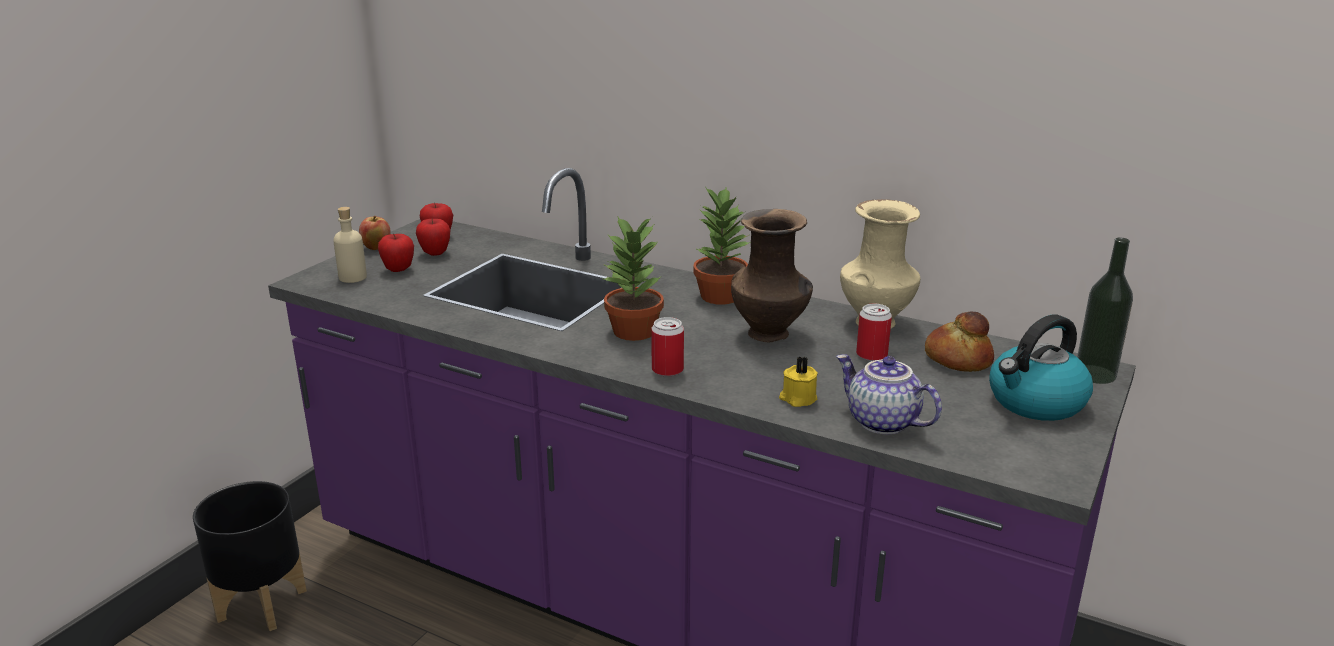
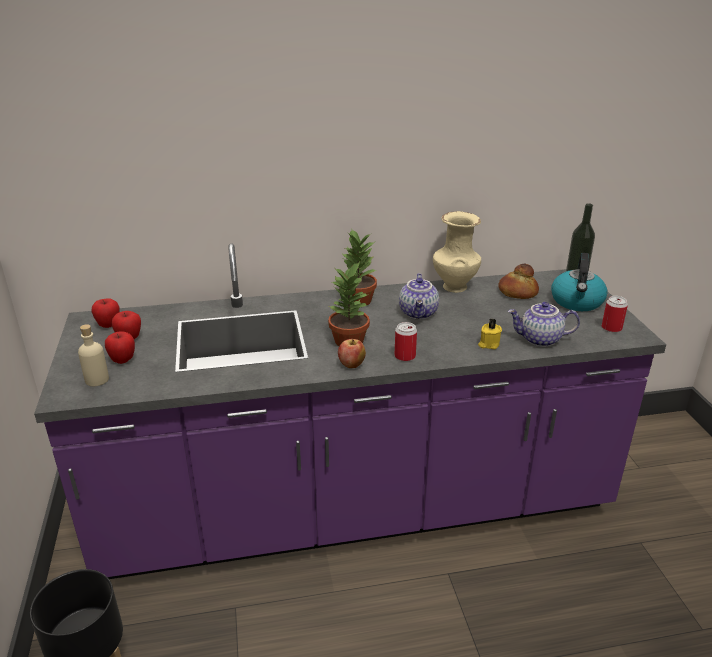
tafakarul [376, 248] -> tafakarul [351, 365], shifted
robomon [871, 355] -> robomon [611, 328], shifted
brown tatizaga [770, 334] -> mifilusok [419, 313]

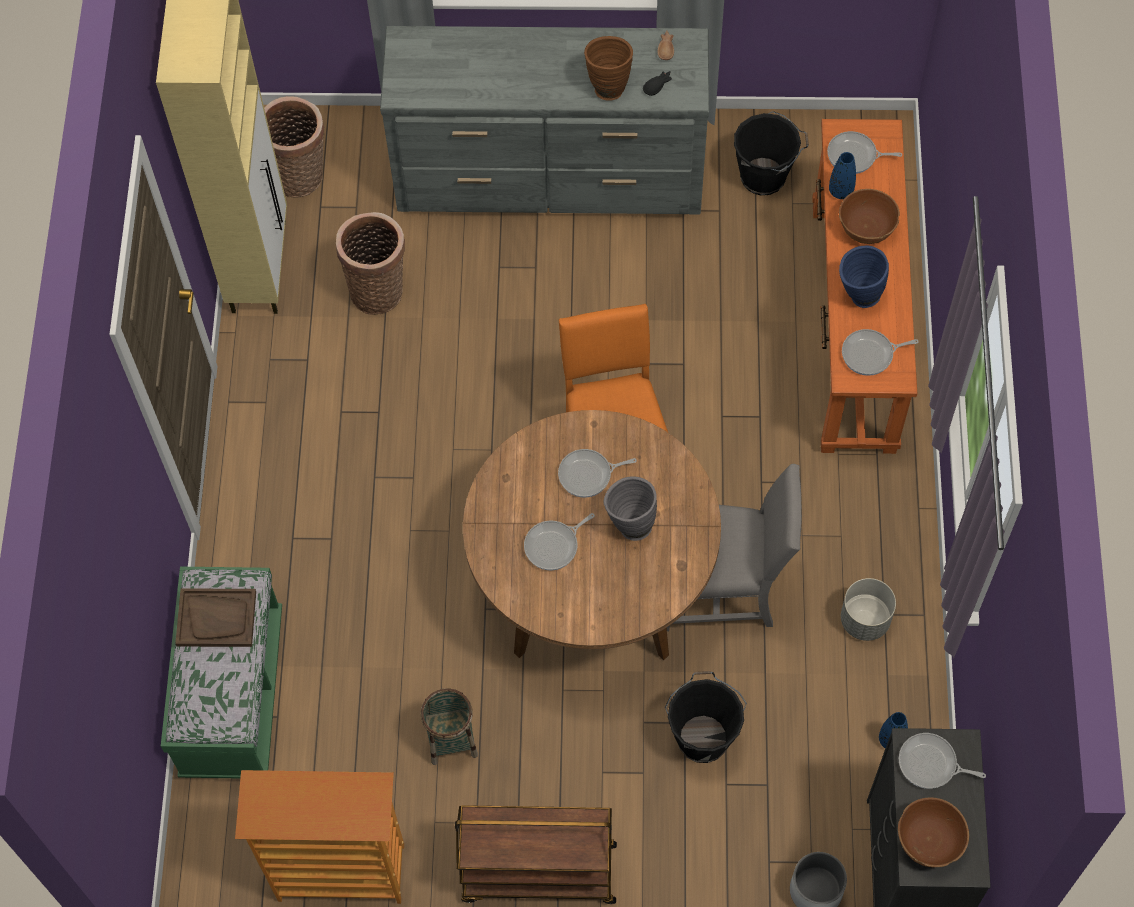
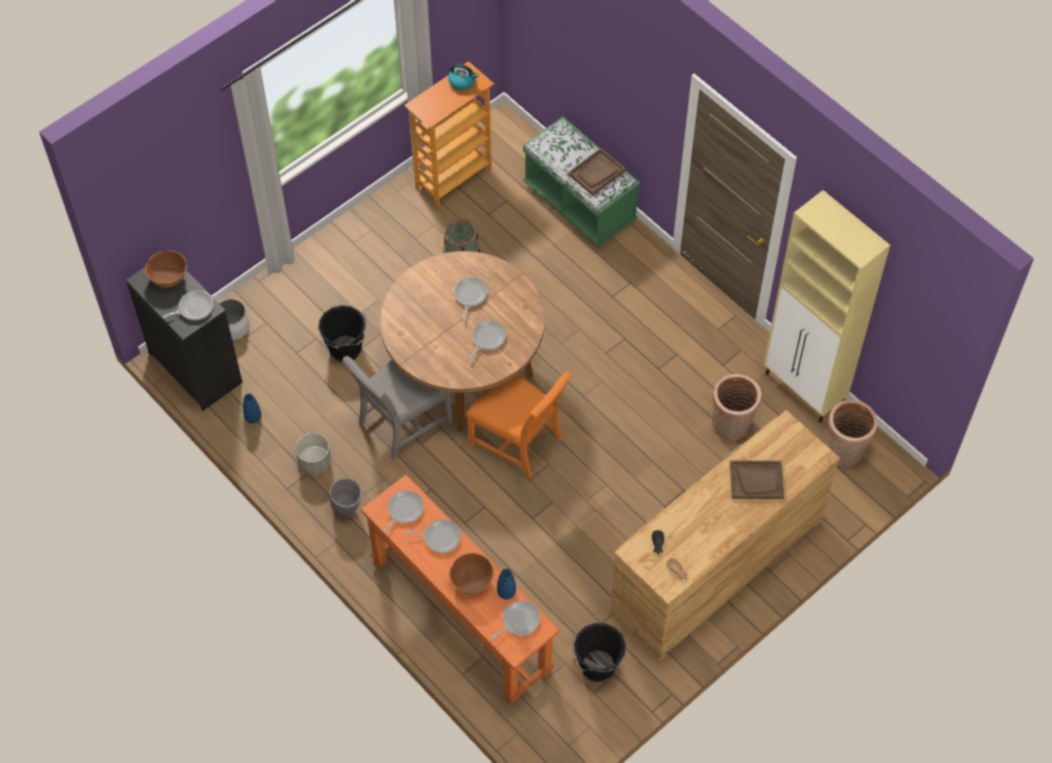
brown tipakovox [537, 873] -> none
brown tatizaga [607, 85] -> none
none -> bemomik [462, 82]
none -> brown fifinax [756, 480]
grey tatizaga [629, 524] -> grey tatizaga [348, 509], shifted
blue tatizaga [858, 296] -> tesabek [440, 537]
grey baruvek [550, 175] -> brown baruvek [715, 565]

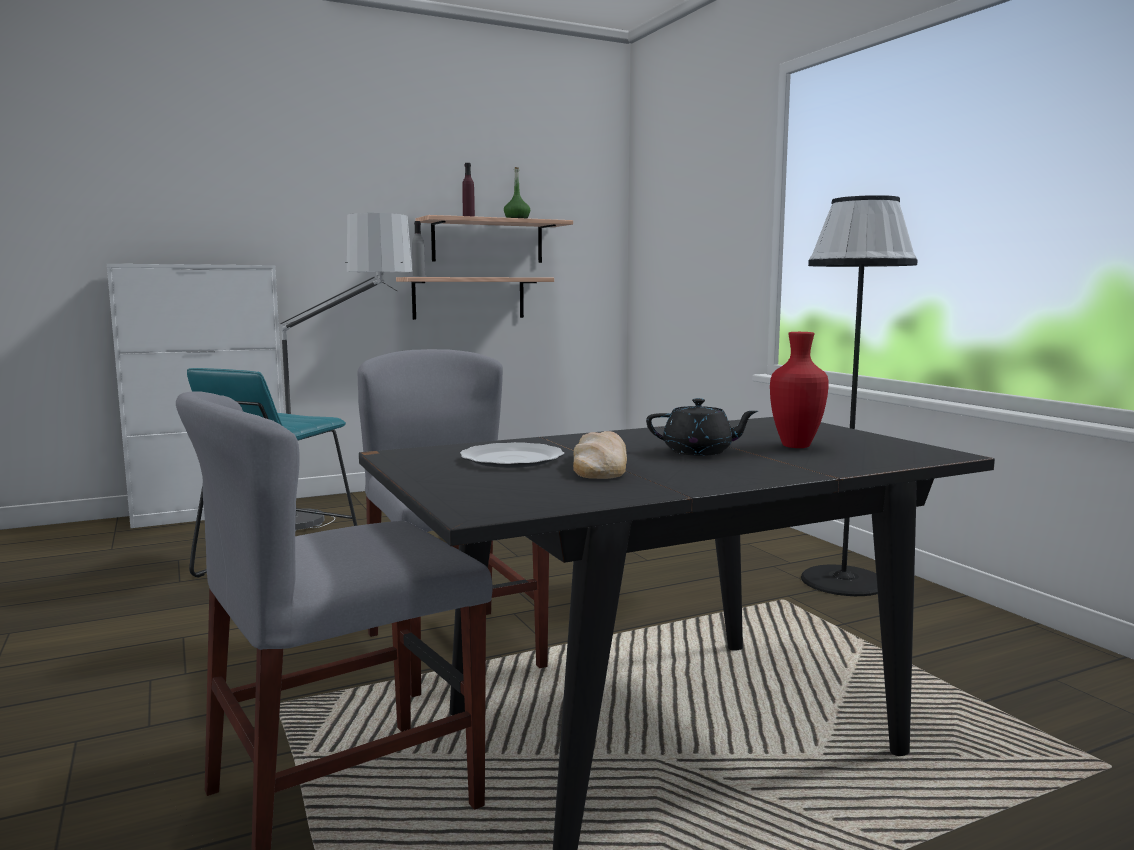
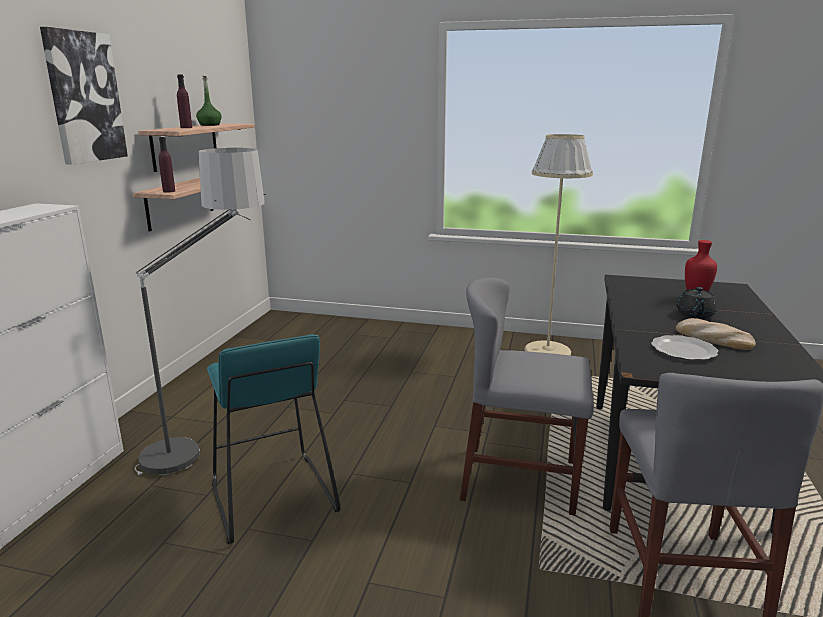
none -> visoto [84, 97]
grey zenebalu [418, 276] -> purple zenebalu [169, 191]
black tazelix [844, 581] -> beige tazelix [547, 350]
black mifilusok [699, 452] -> black mifilusok [695, 315], 150 degrees clockwise

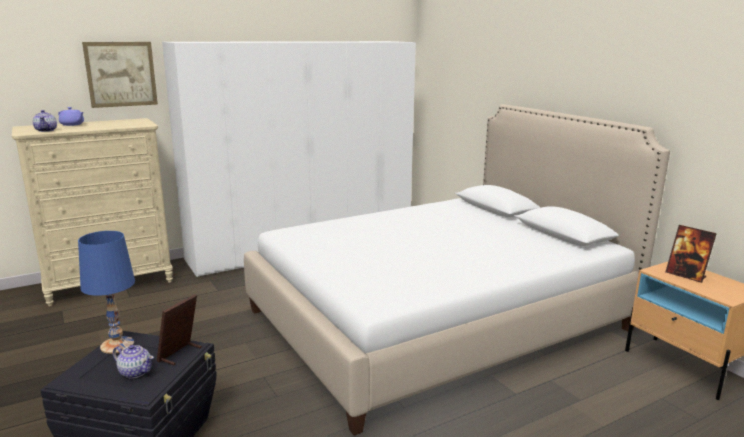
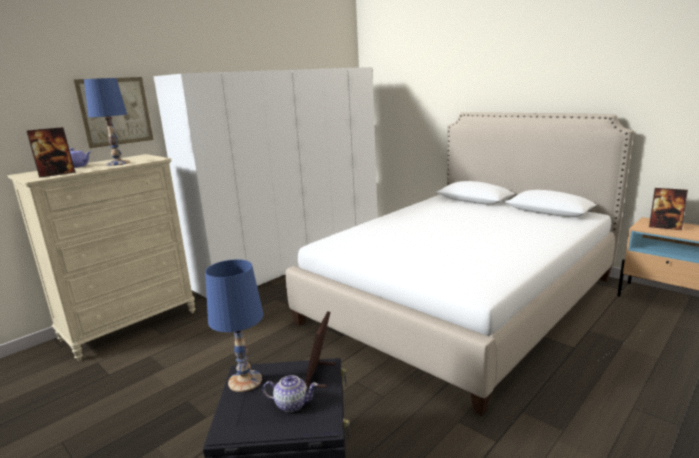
none -> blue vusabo [117, 163]
mifilusok [46, 130] -> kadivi [57, 174]

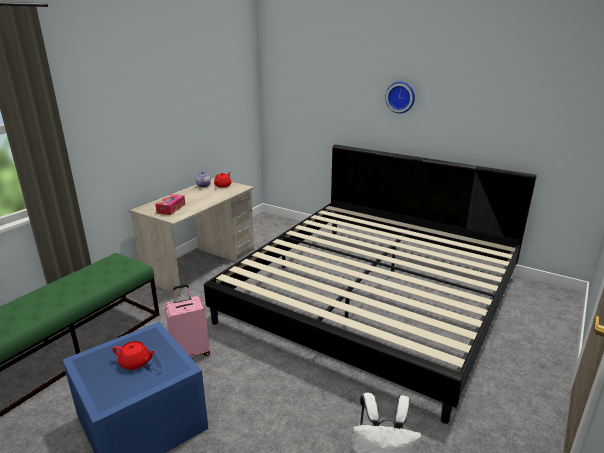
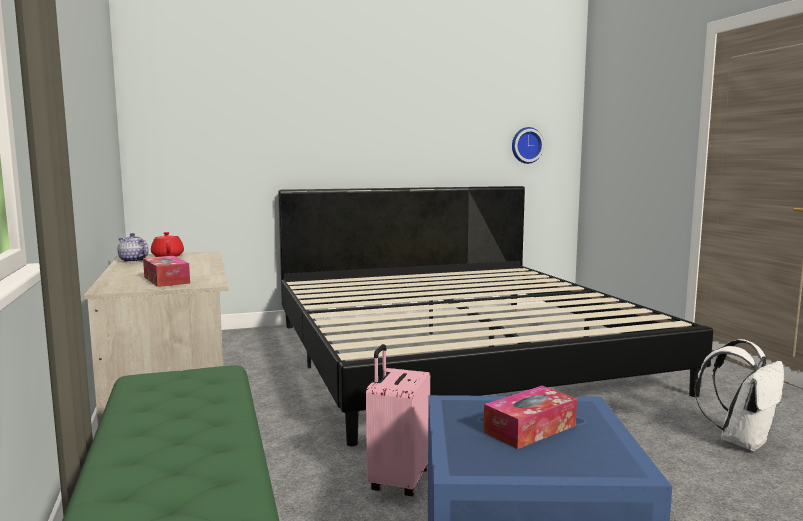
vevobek [401, 97] -> vevobek [526, 145], shifted
red mifilusok [135, 363] -> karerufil [530, 429]

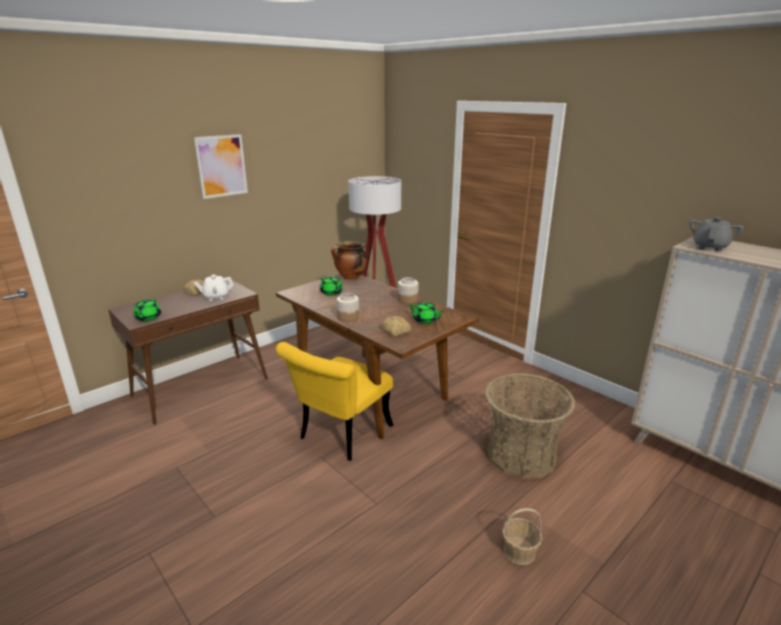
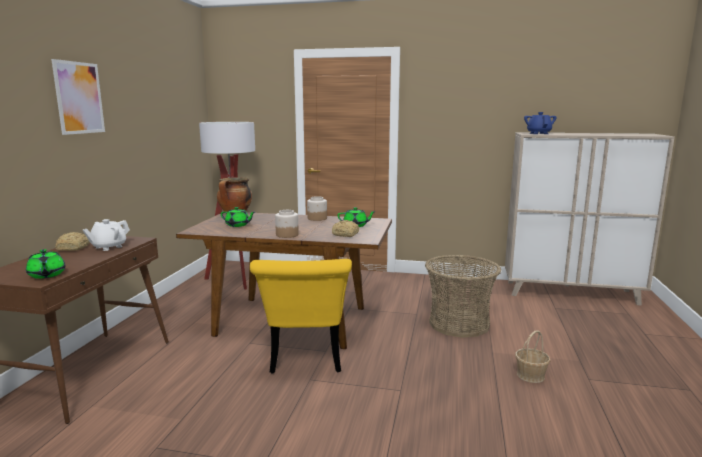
grey mifilusok [710, 247] -> blue mifilusok [538, 133]

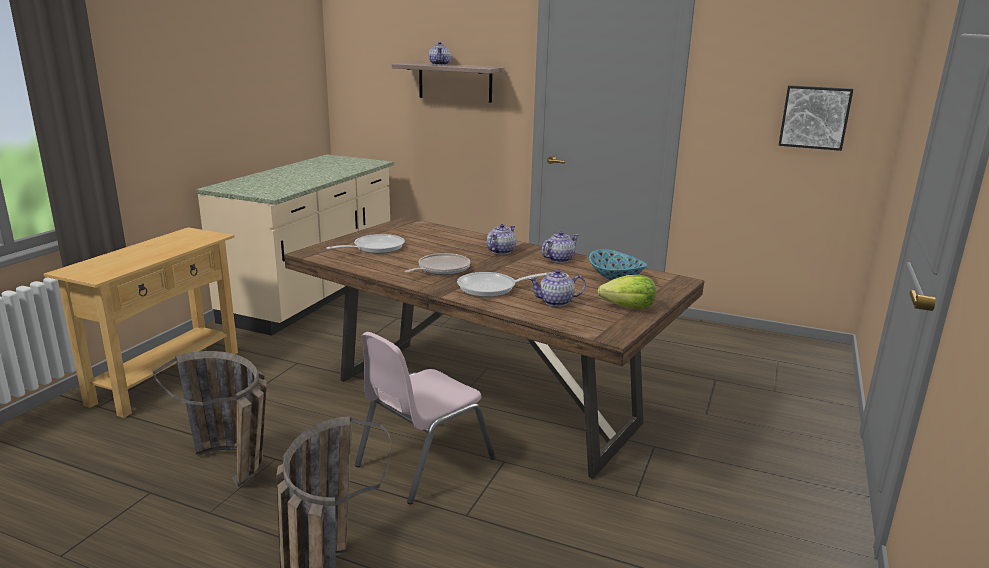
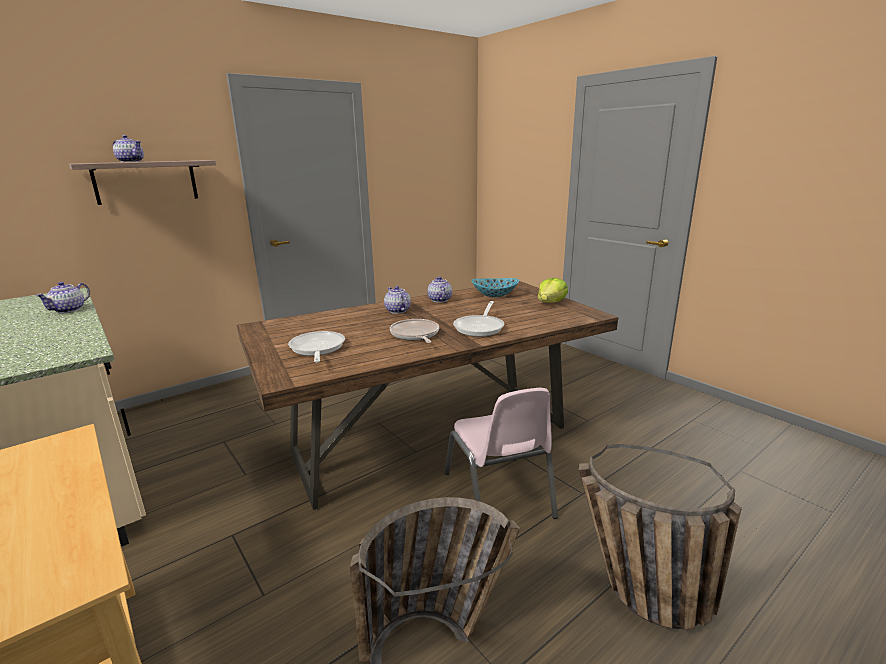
visoto [814, 117] -> none
mifilusok [556, 302] -> mifilusok [69, 310], shifted

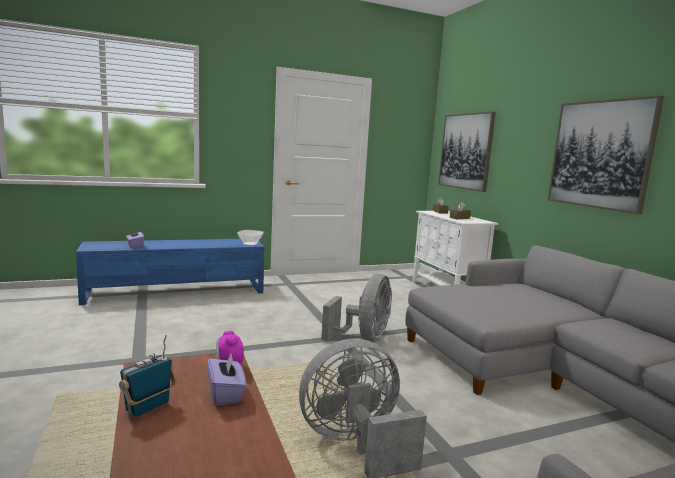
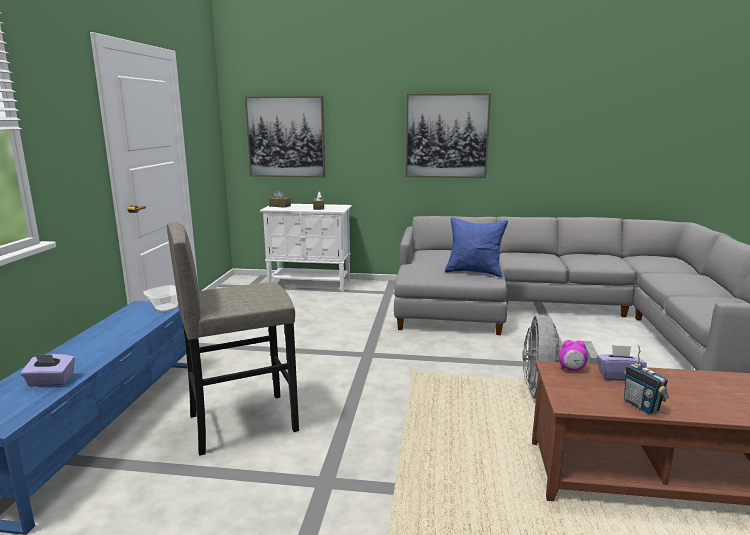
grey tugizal [363, 338] -> none
none -> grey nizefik [242, 422]
none -> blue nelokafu [474, 272]

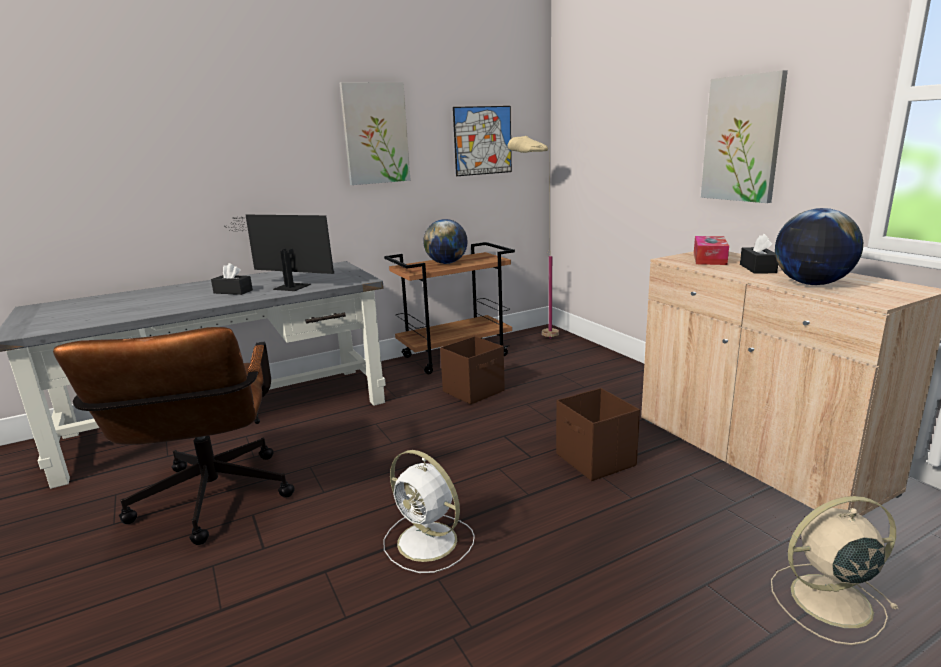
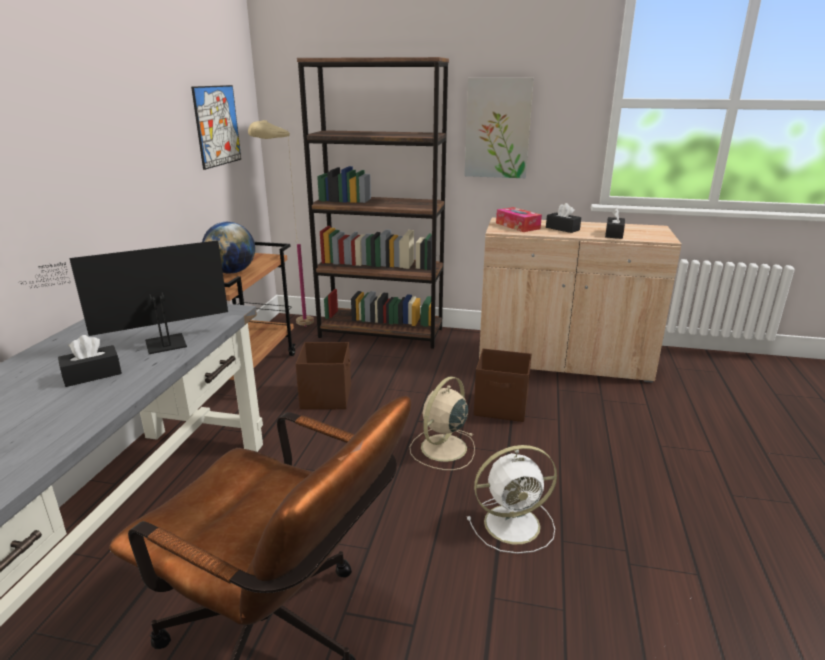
visoto [375, 133] -> none
none -> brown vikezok [381, 333]
beige tugizal [827, 600] -> beige tugizal [442, 449], shifted
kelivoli [811, 284] -> black karerufil [614, 234]

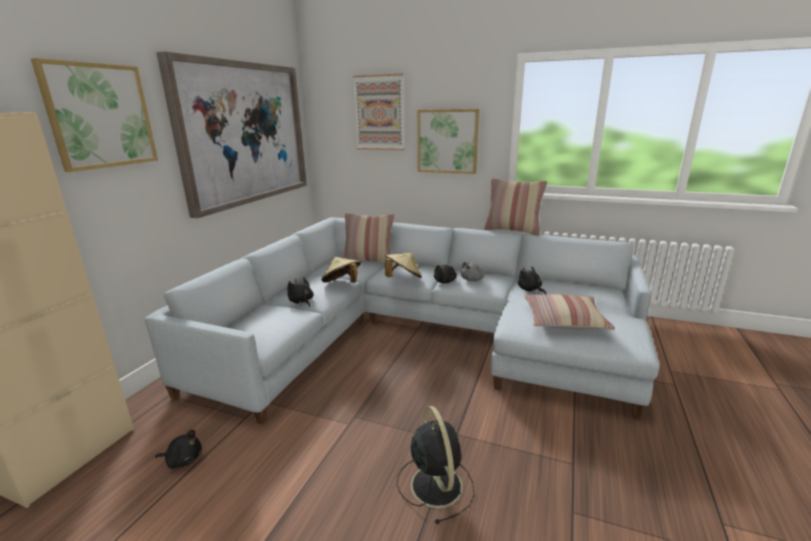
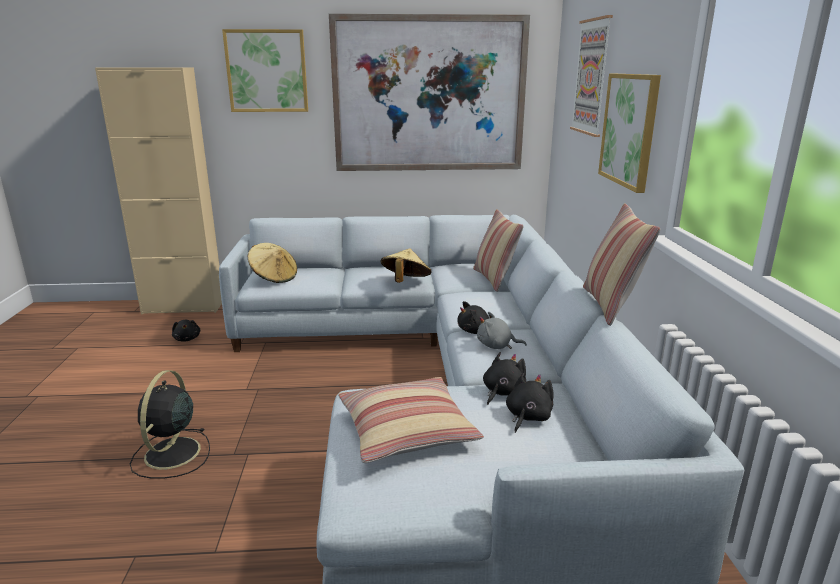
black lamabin [301, 301] -> black lamabin [527, 417], shifted
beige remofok [403, 279] -> beige remofok [274, 277], shifted
black tugizal [435, 483] -> black tugizal [171, 454], 135 degrees clockwise

